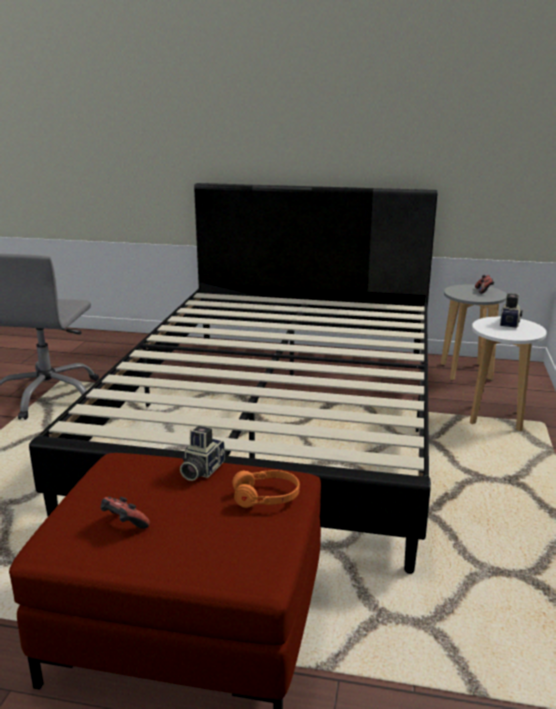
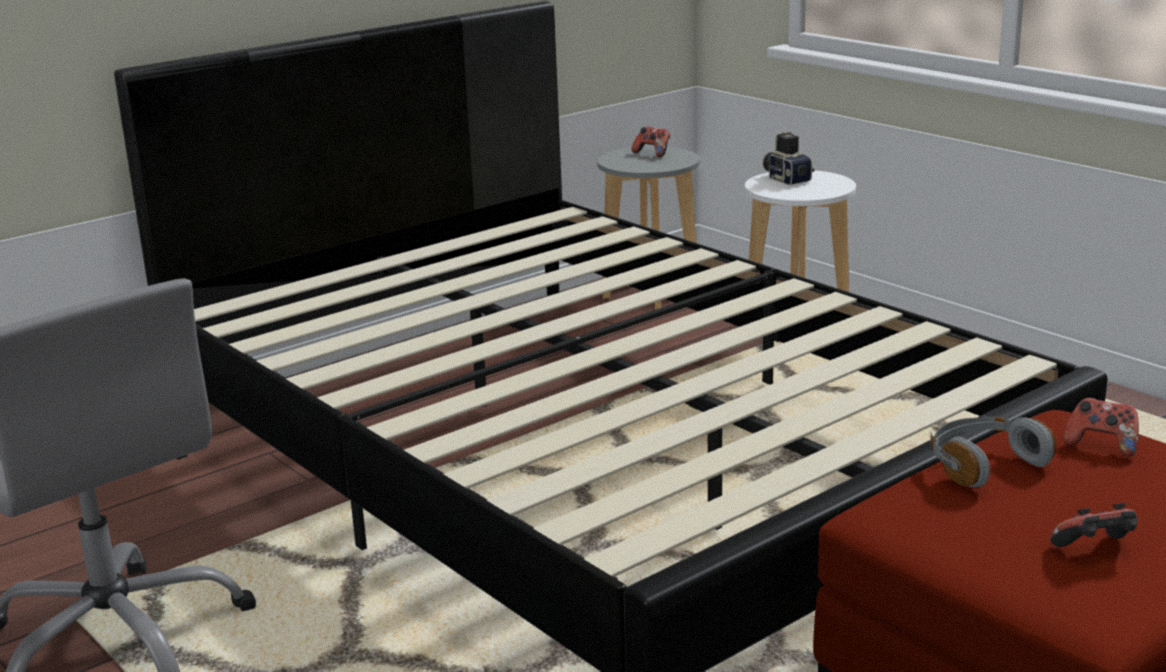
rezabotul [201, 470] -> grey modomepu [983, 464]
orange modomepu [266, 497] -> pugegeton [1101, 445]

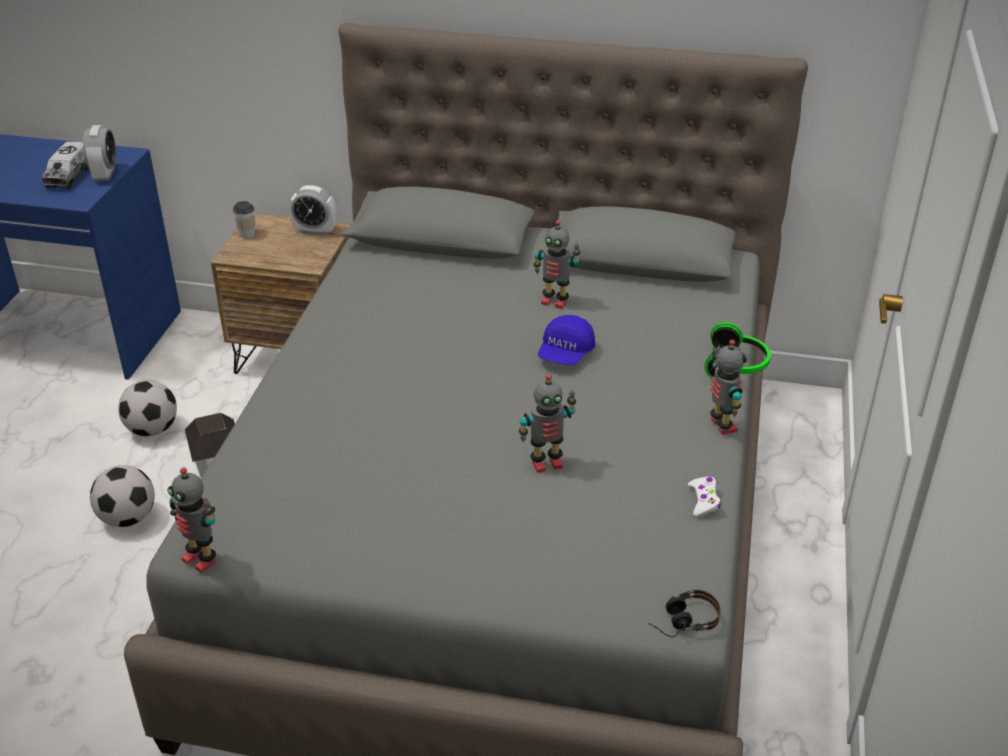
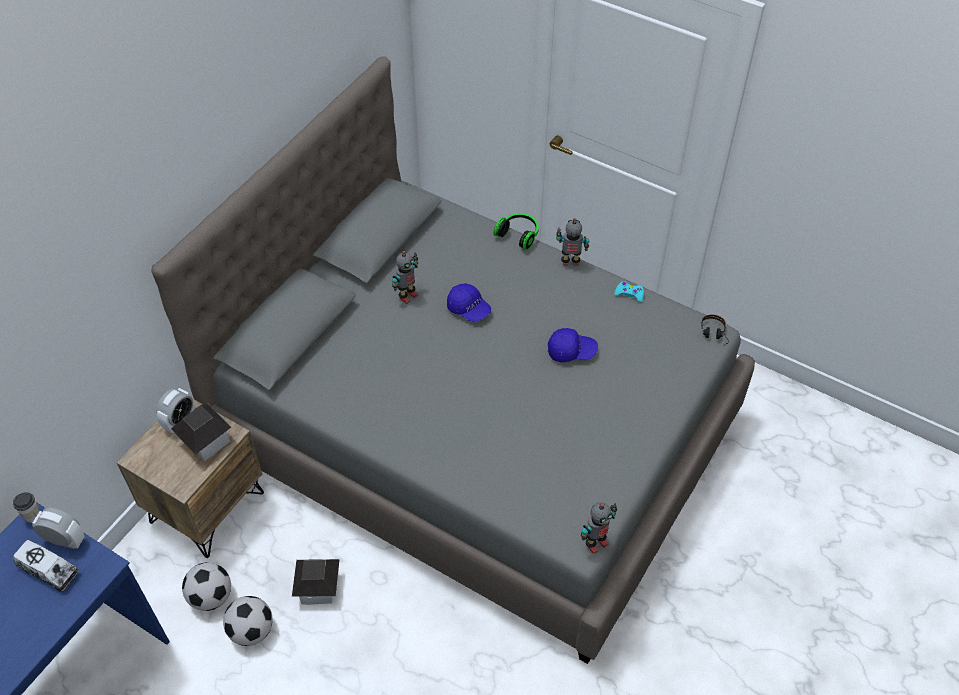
none -> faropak [206, 442]
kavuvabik [128, 518] -> kavuvabik [211, 596], shifted
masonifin [247, 234] -> masonifin [33, 516], shifted
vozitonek [546, 463] -> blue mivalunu [571, 351]
white pugegeton [704, 500] -> turquoise pugegeton [629, 294]

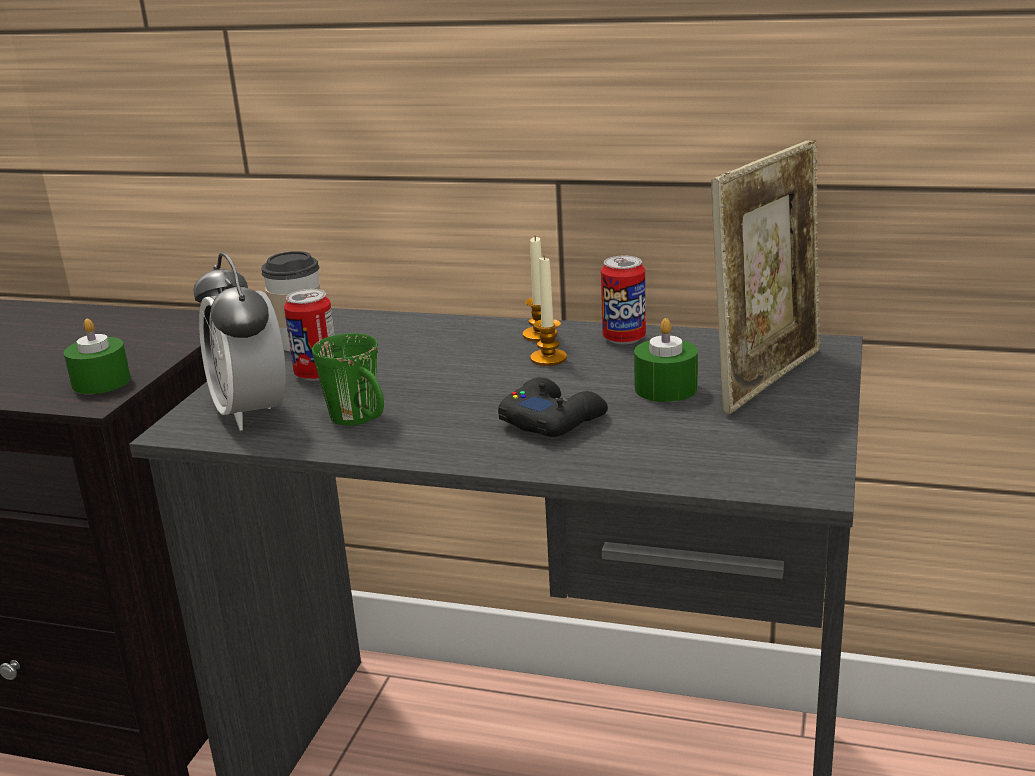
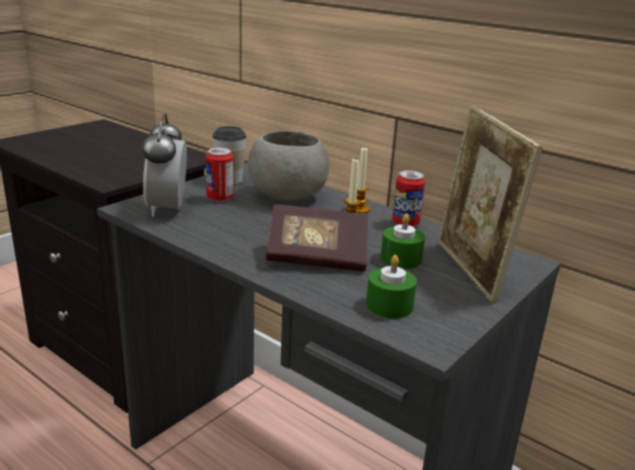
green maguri [362, 420] -> none
none -> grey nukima [286, 196]
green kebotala [101, 382] -> green kebotala [389, 305], shifted
black pugegeton [552, 419] -> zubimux [316, 258]
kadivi [767, 378] -> kadivi [470, 271], 105 degrees clockwise

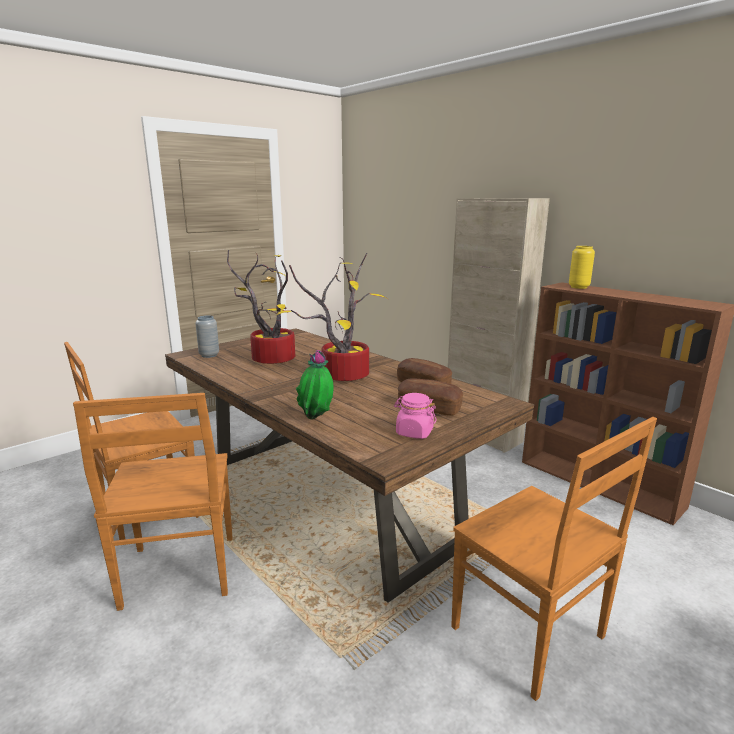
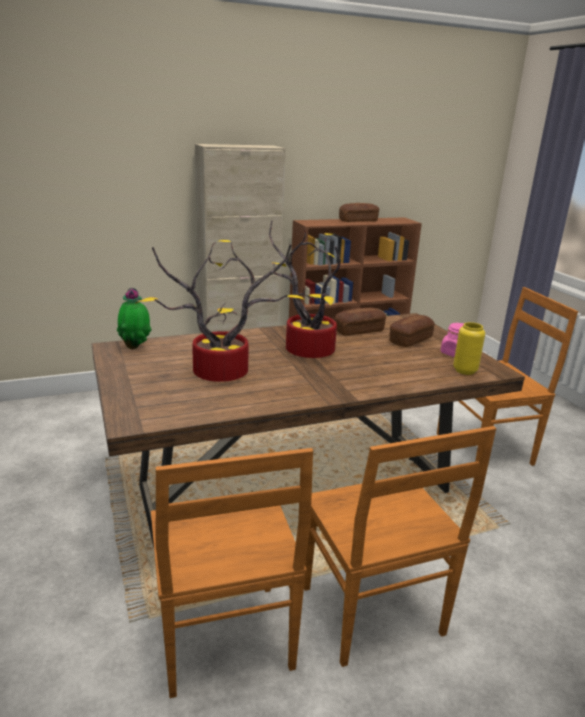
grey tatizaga [209, 355] -> none
none -> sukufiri [358, 221]
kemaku [316, 419] -> kemaku [135, 347], shifted
yellow tatizaga [578, 287] -> yellow tatizaga [465, 371], shifted
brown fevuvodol [179, 574] -> brown fevuvodol [373, 614], 60 degrees clockwise

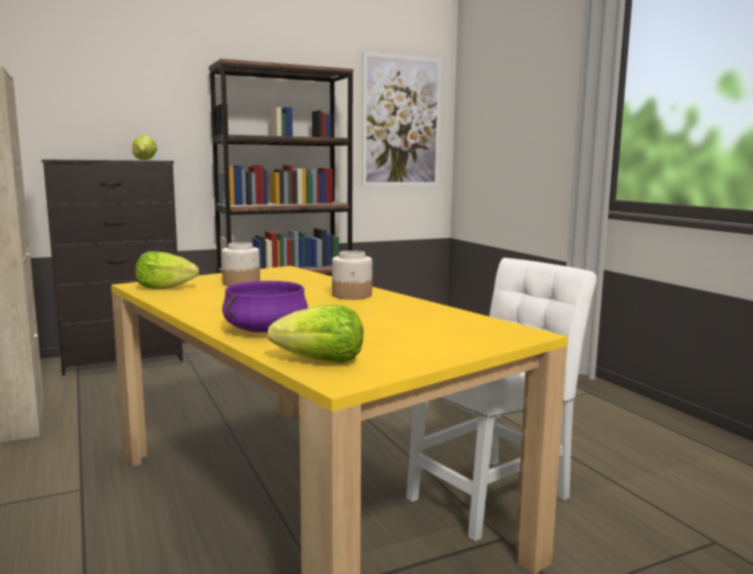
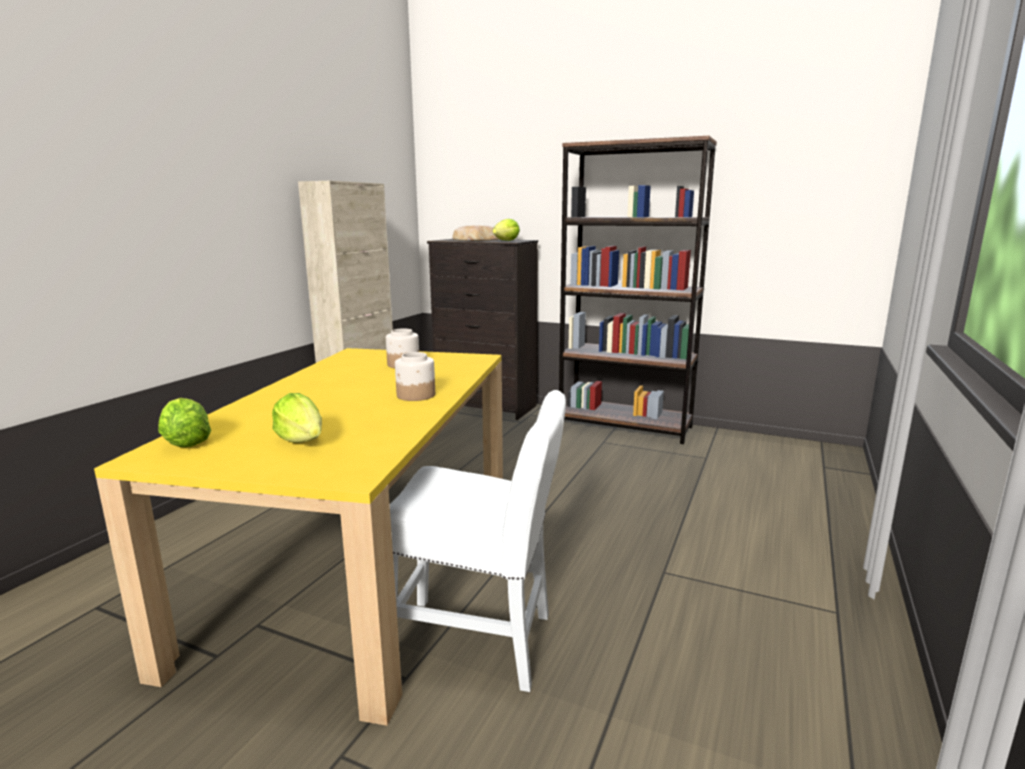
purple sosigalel [265, 329] -> none
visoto [401, 121] -> none
none -> sukufiri [476, 240]
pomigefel [165, 288] -> pomigefel [302, 441], shifted

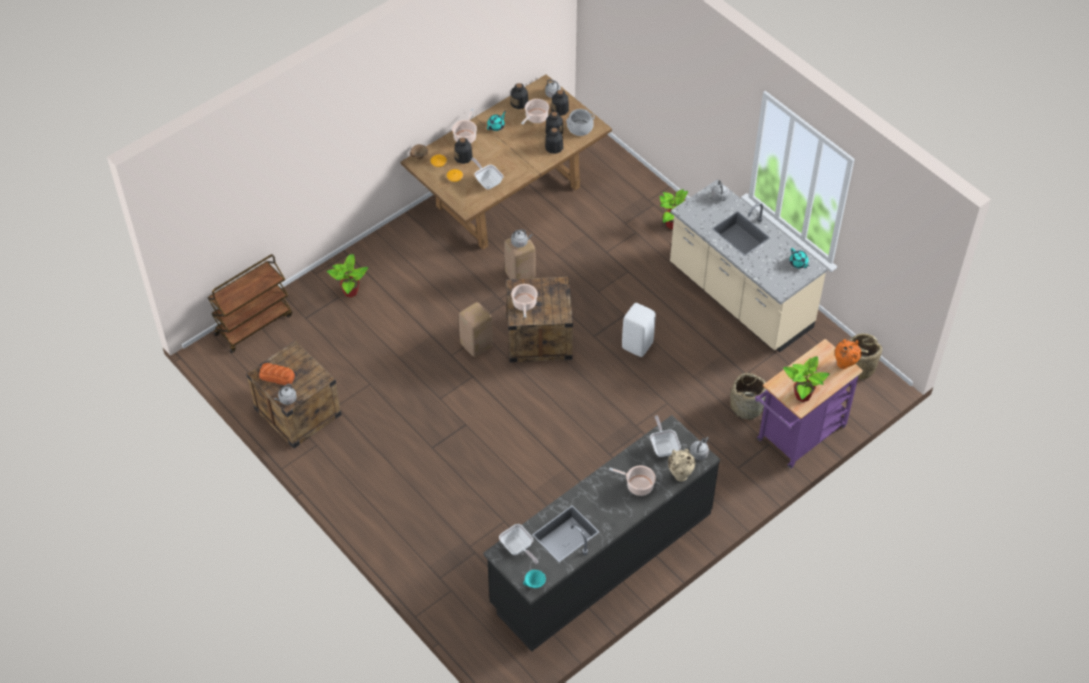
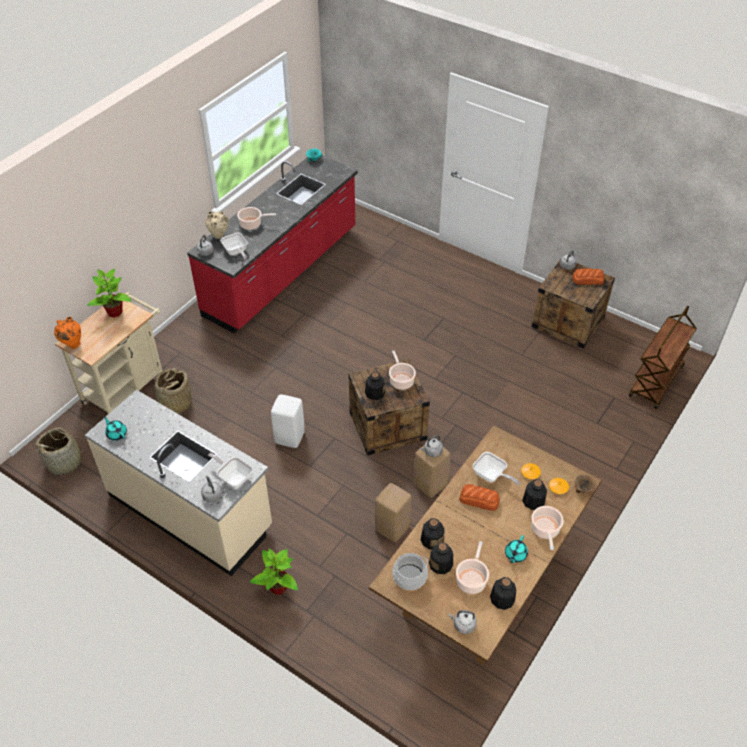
kemaku [350, 291] -> none
none -> sukufiri [479, 500]
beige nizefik [476, 346] -> beige nizefik [392, 528], shifted
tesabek [518, 548] -> tesabek [233, 477], shifted
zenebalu [560, 109] -> zenebalu [374, 393], shifted
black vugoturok [601, 558] -> red vugoturok [282, 272]
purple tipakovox [797, 437] -> beige tipakovox [127, 387]

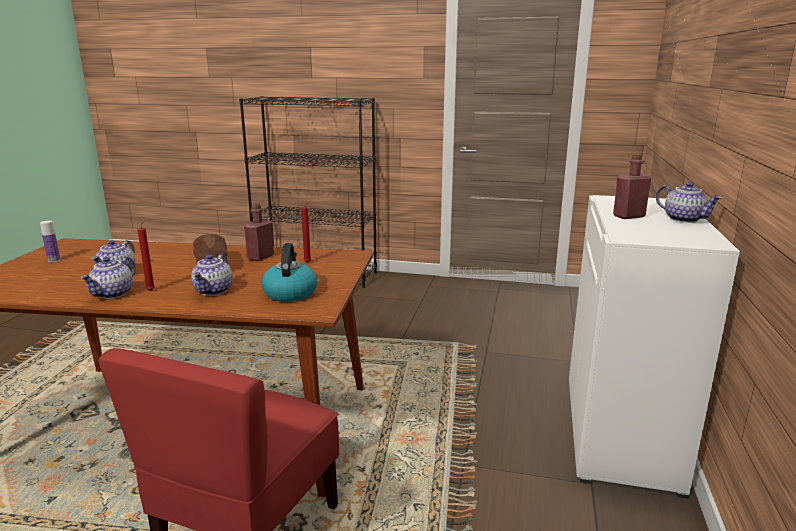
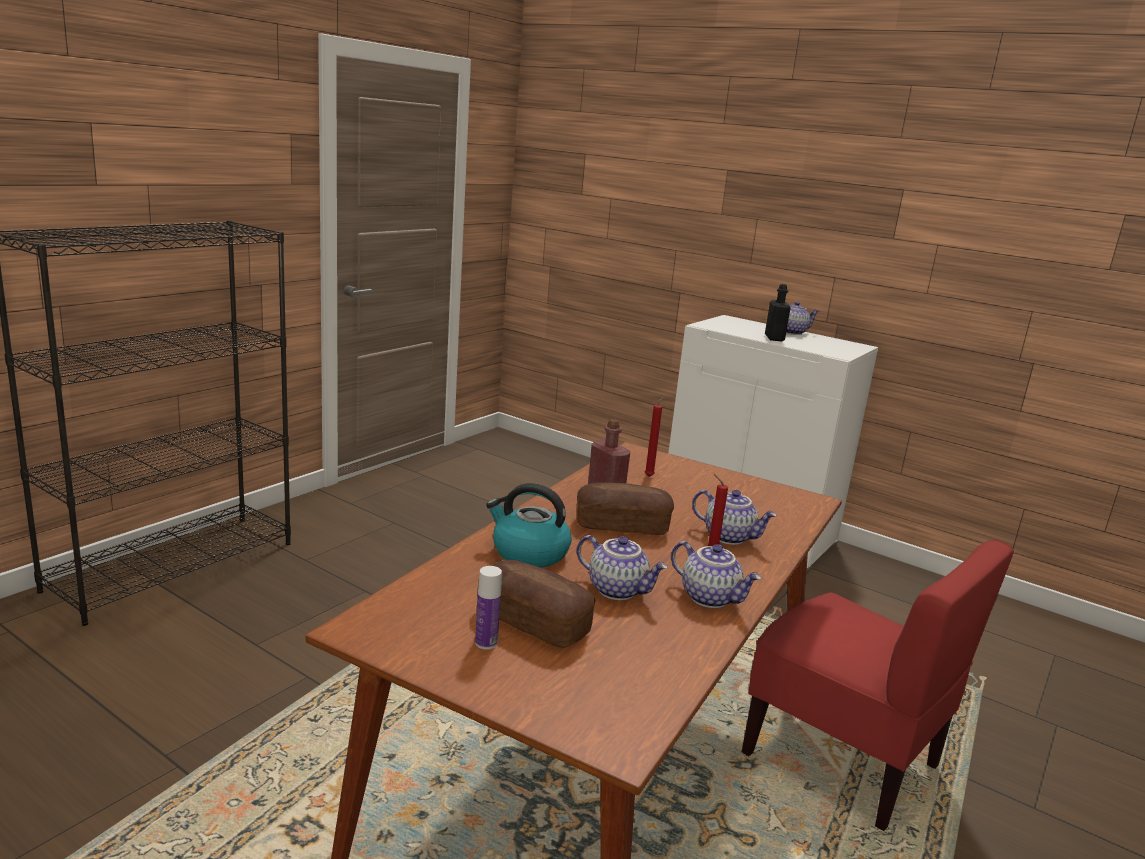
none -> sukufiri [533, 622]
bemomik [290, 293] -> bemomik [529, 553], shifted
red zenebalu [628, 216] -> black zenebalu [774, 338]

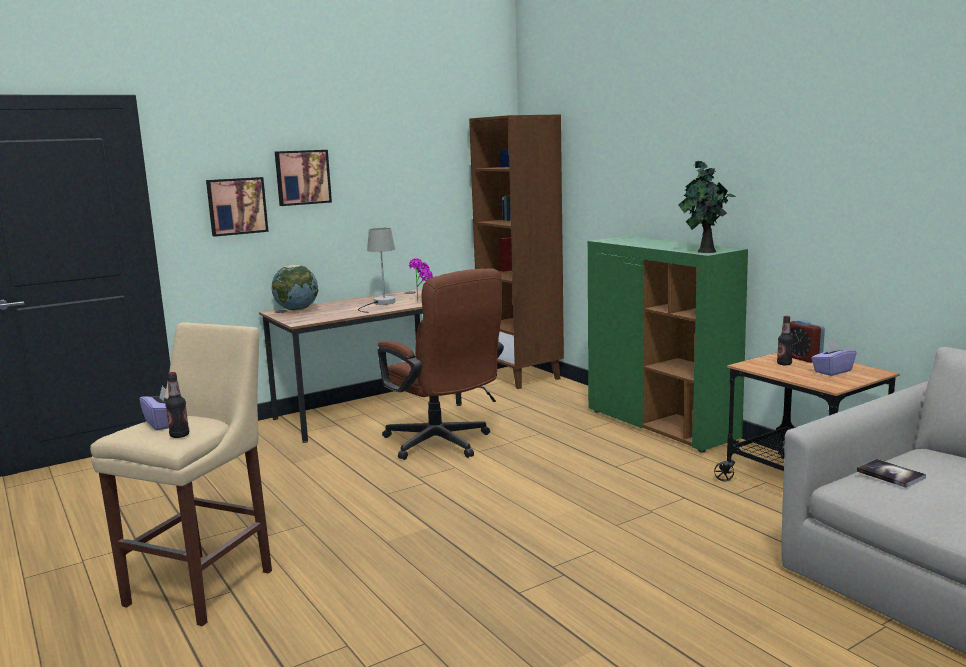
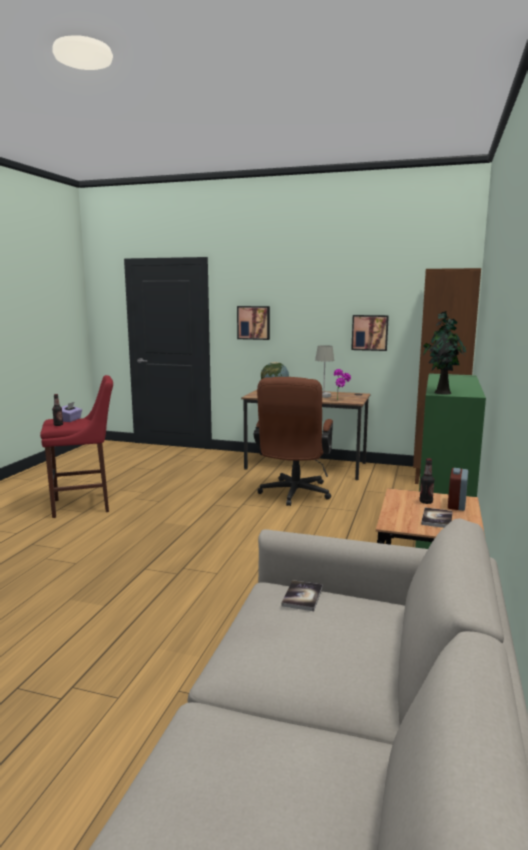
visoto [302, 177] -> visoto [370, 332], shifted
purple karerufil [832, 371] -> zubimux [437, 519]
beige nizefik [205, 584] -> red nizefik [85, 505]

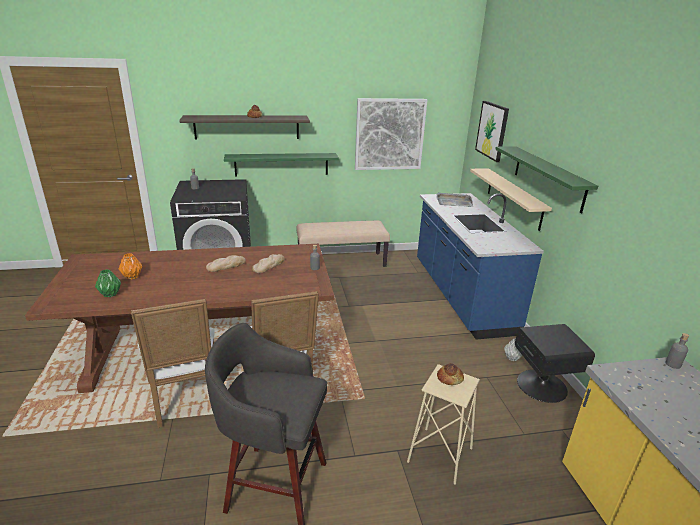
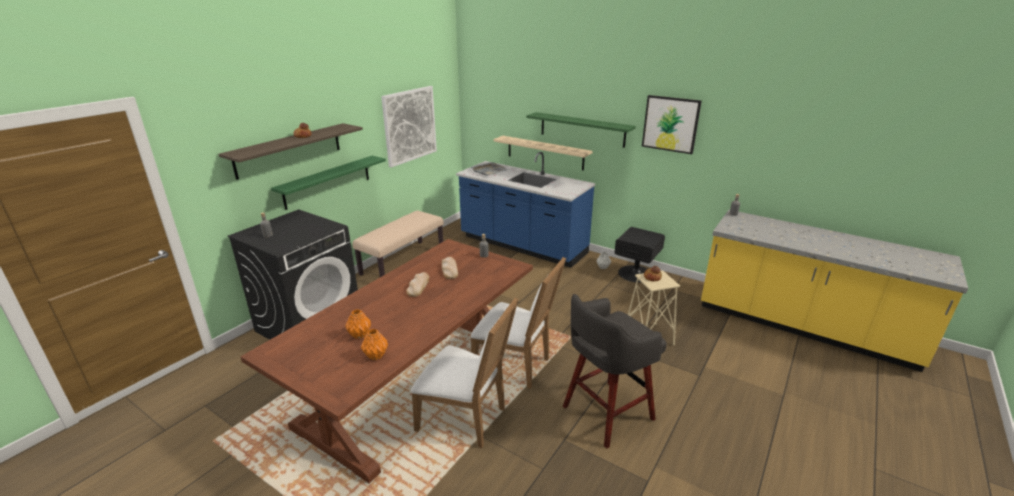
visoto [492, 130] -> visoto [670, 124], shifted
green tatizaga [110, 294] -> orange tatizaga [375, 356]

